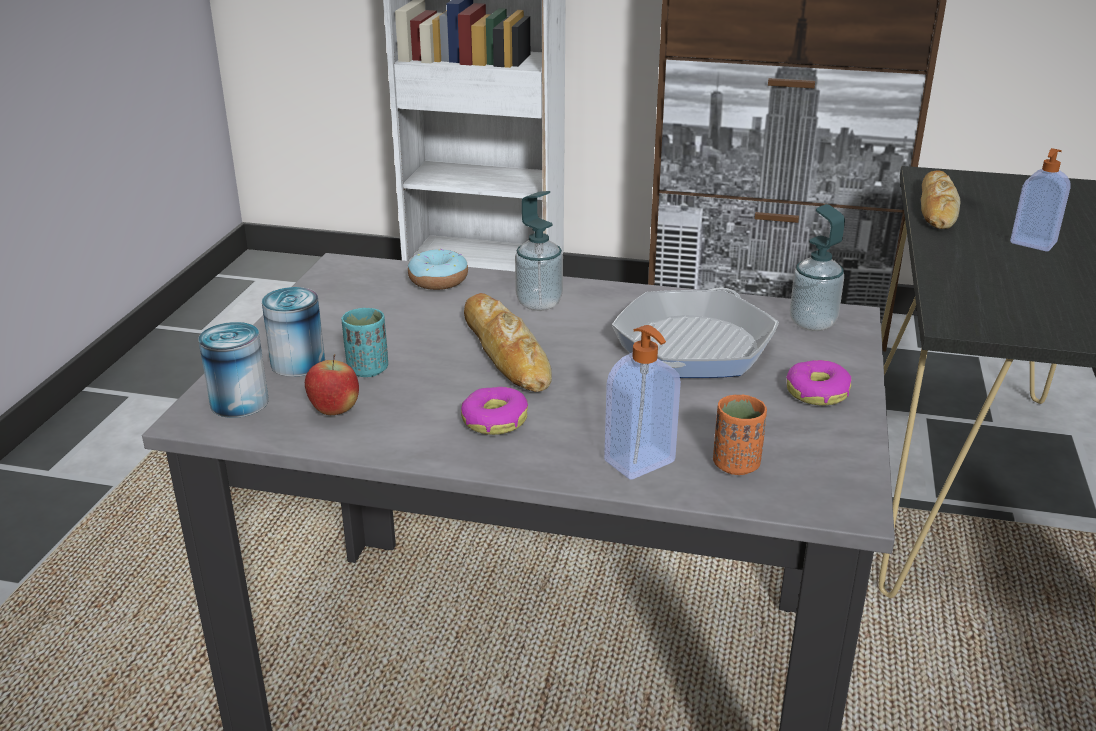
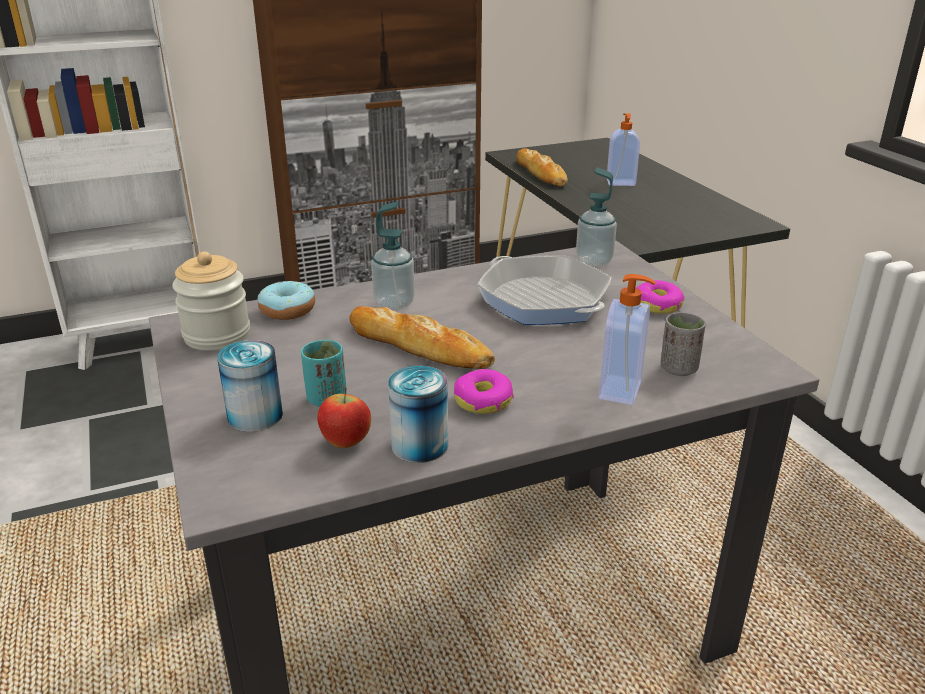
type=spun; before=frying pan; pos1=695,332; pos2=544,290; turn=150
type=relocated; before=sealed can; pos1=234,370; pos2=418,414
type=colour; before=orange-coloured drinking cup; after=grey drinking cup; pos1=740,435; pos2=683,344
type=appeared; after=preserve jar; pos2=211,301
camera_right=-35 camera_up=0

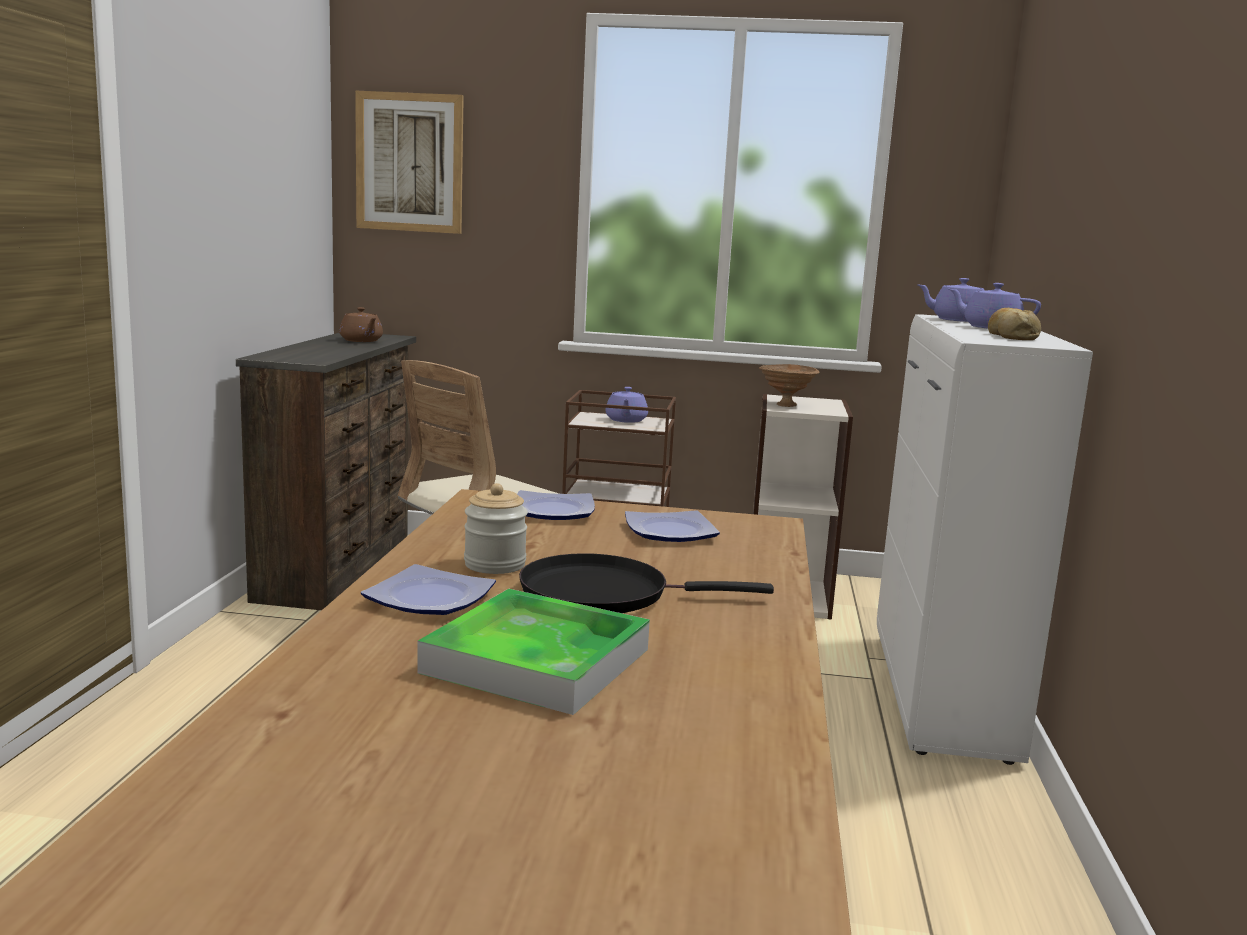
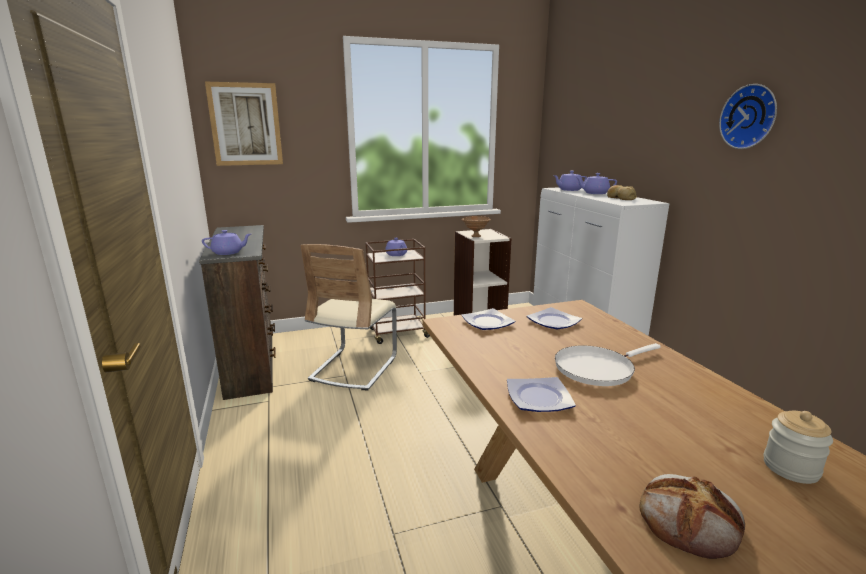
type=missing; before=brown tea pot; pos1=361,324
type=relocated; before=preserve jar; pos1=496,528; pos2=798,447
type=colour; before=black-coloured frying pan; after=whitish frying pan; pos1=646,583; pos2=608,364
type=missing; before=serving tray; pos1=533,652
type=appeared; after=wall clock; pos2=748,116
type=appeared; after=purplish tea pot; pos2=226,242
type=appeared; after=bread; pos2=692,516
camera_right=-25 camera_up=5

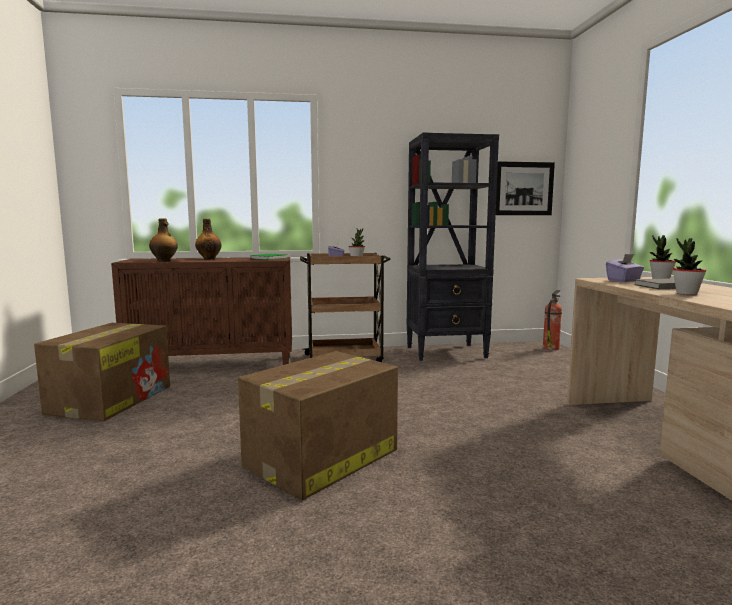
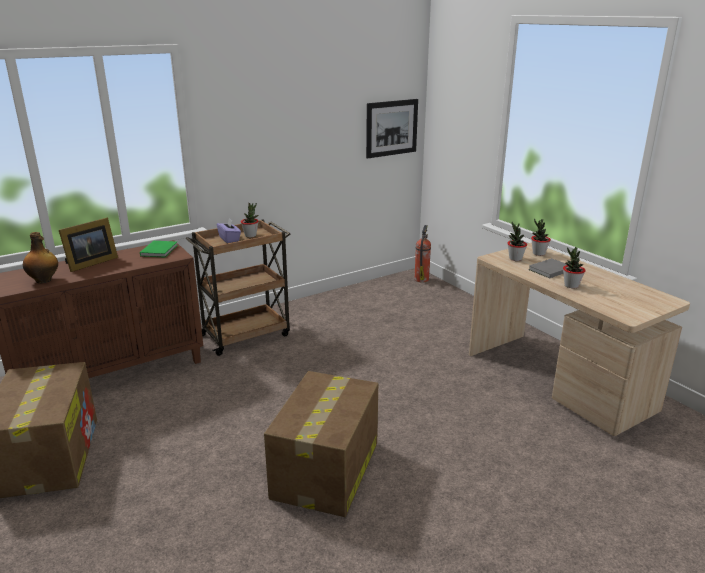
type=missing; before=black-coloured bookcase; pos1=453,246
type=exchanged; before=bottle; after=standing frame; pos1=208,239; pos2=88,245
type=exchanged; before=purplish tissue box; after=houseplant; pos1=625,268; pos2=517,241
camera_right=-25 camera_up=15

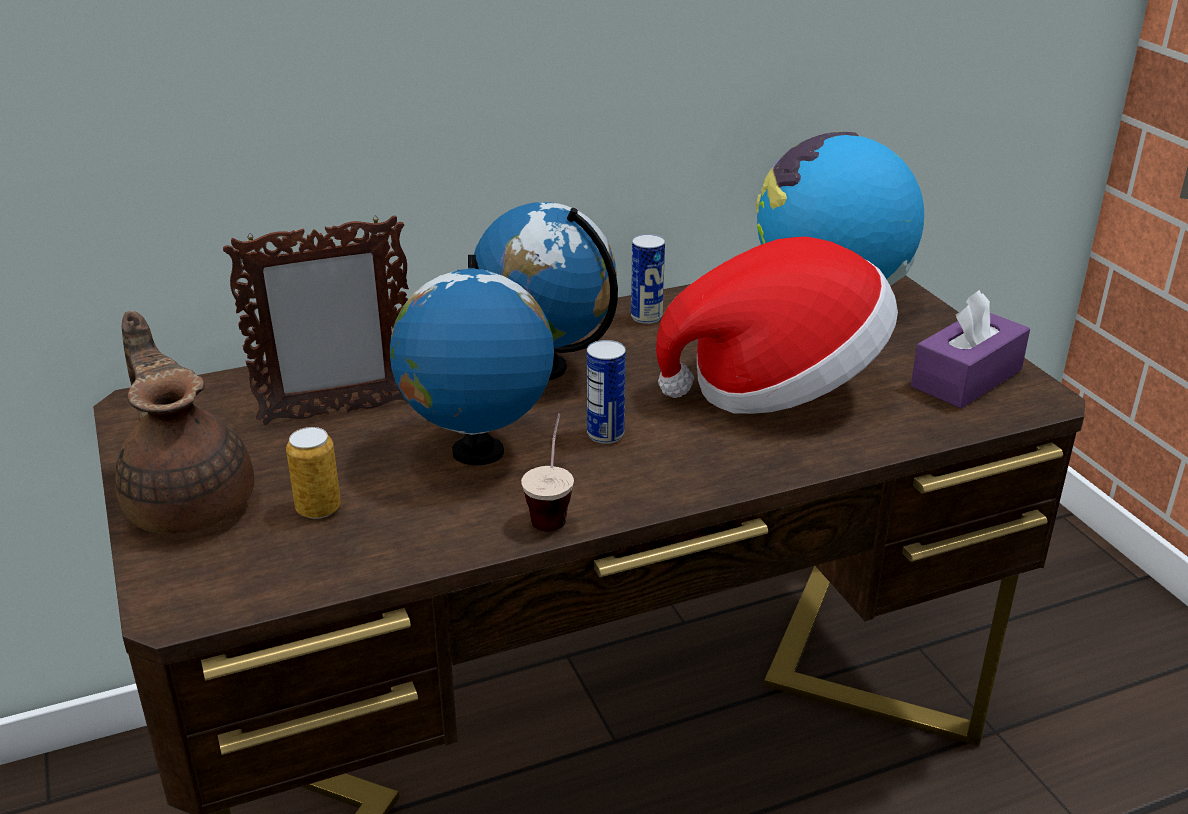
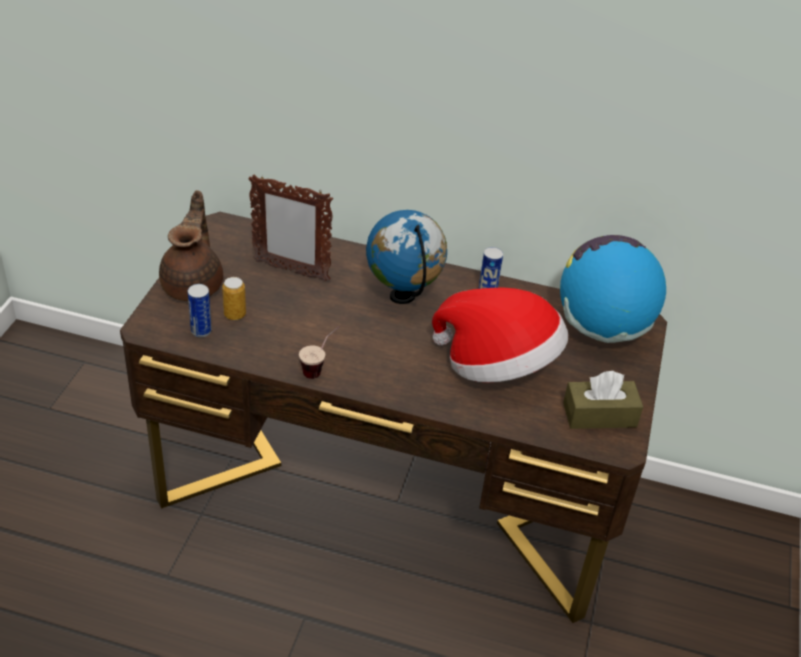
type=missing; before=globe; pos1=471,360
type=colour; before=purplish tissue box; after=brown tissue box; pos1=970,349; pos2=603,400
type=relocated; before=sealed can; pos1=606,392; pos2=200,310
camera_right=35 camera_up=10

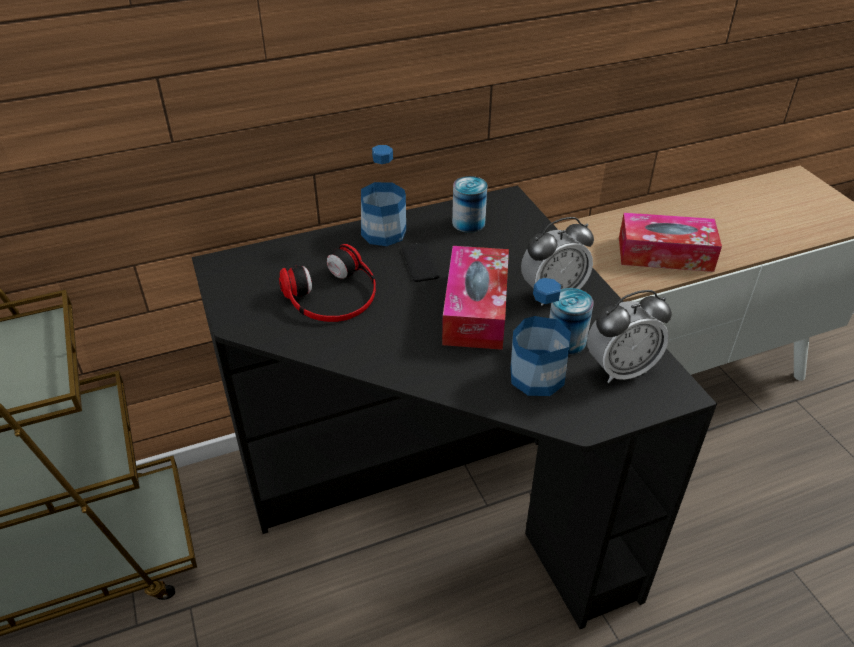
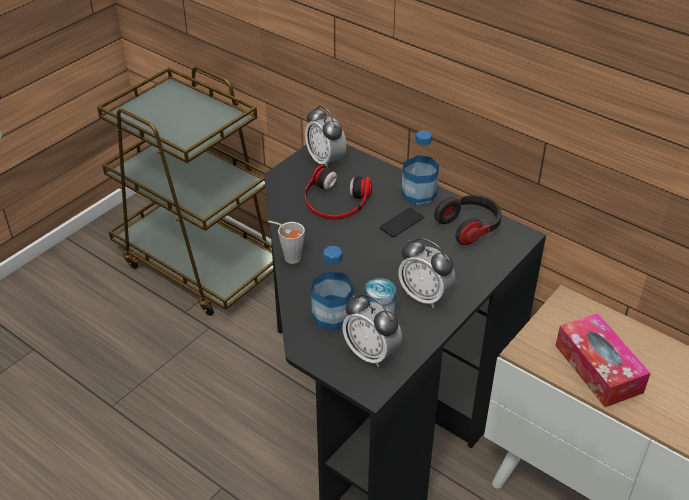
type=exchanged; before=sealed can; after=headset; pos1=469,204; pos2=468,220
type=missing; before=tissue box; pos1=475,298
type=appeared; after=alarm clock; pos2=325,137
type=appeared; after=grey drinking cup; pos2=286,242
camera_right=60 camera_up=0

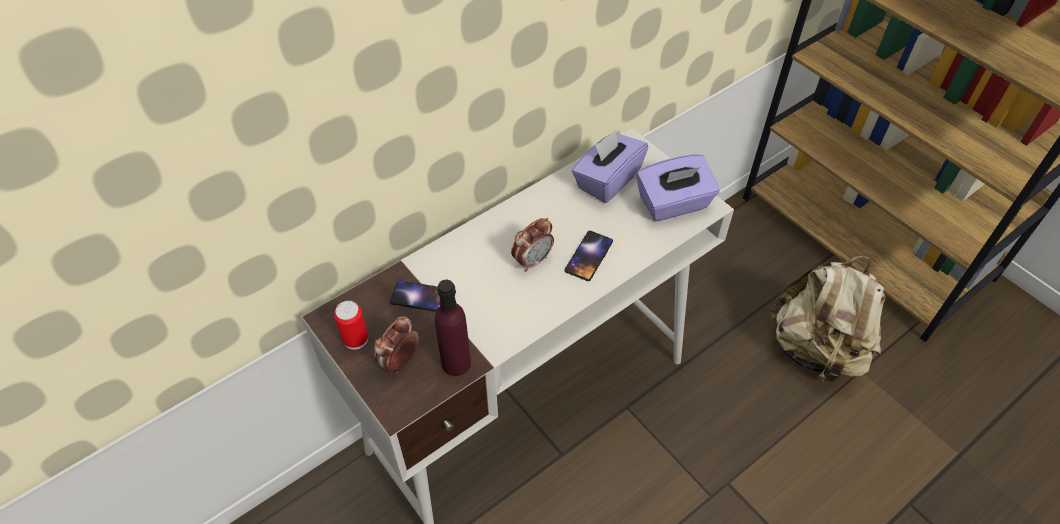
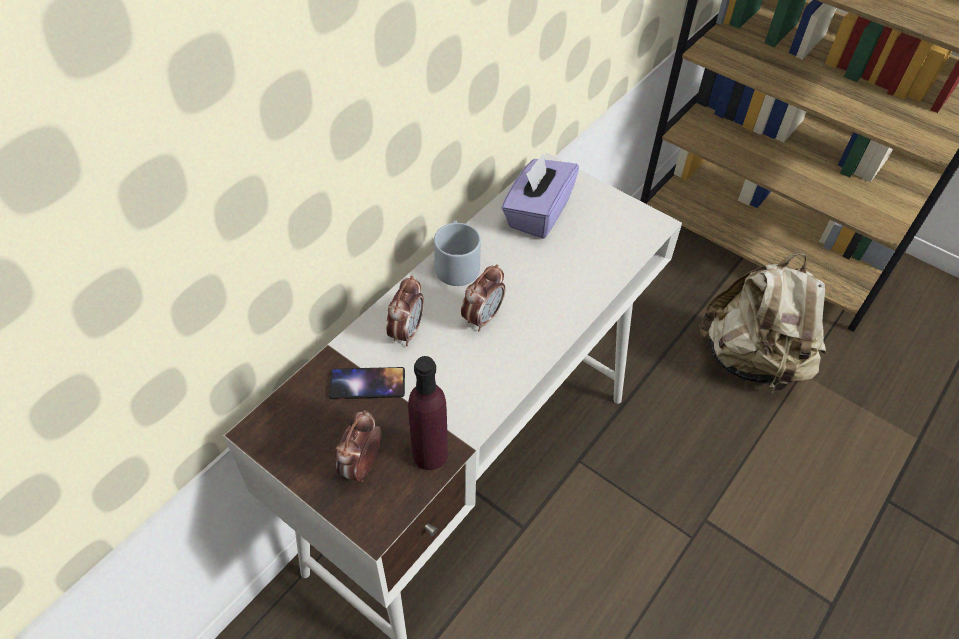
type=missing; before=purplish tissue box; pos1=678,187
type=missing; before=phone; pos1=588,256
type=missing; before=sealed can; pos1=351,325
type=appeared; after=grey tea mug; pos2=457,253
type=appeared; after=alarm clock; pos2=405,311
camera_right=-15 camera_up=0

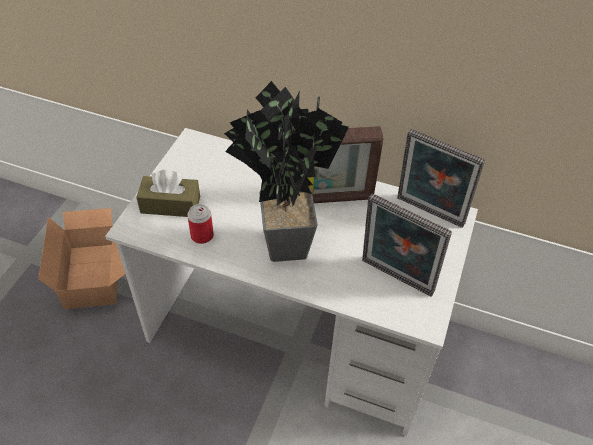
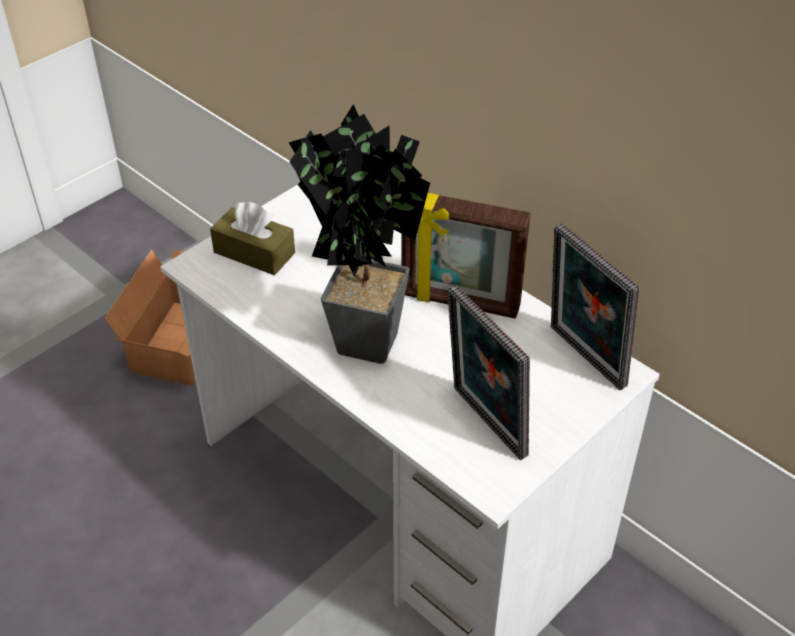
type=missing; before=sealed can; pos1=200,224
camera_right=25 camera_up=-5

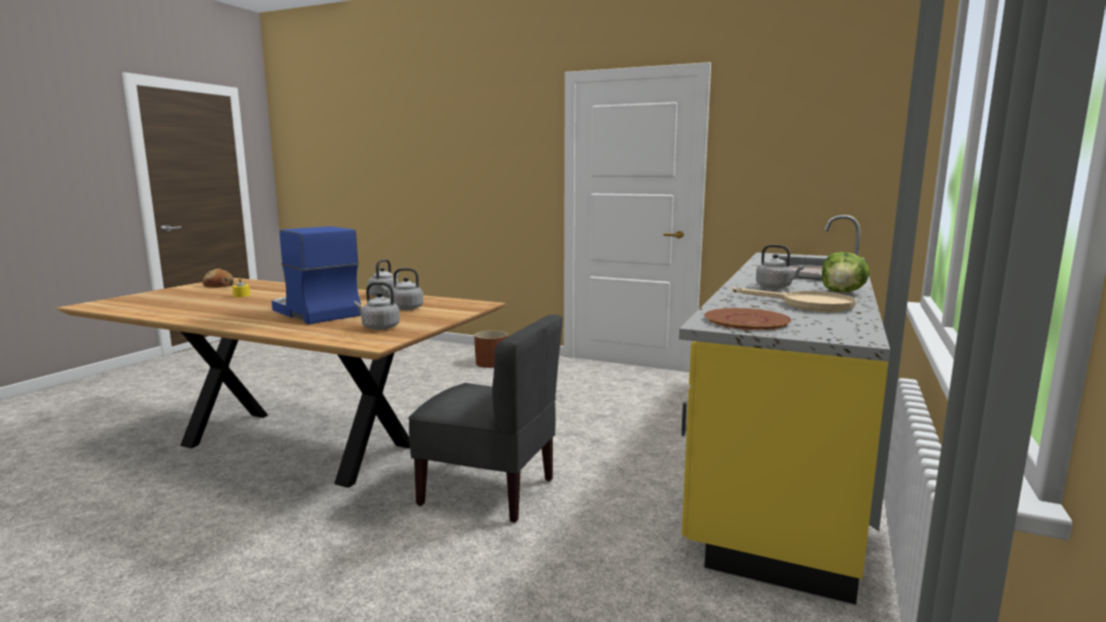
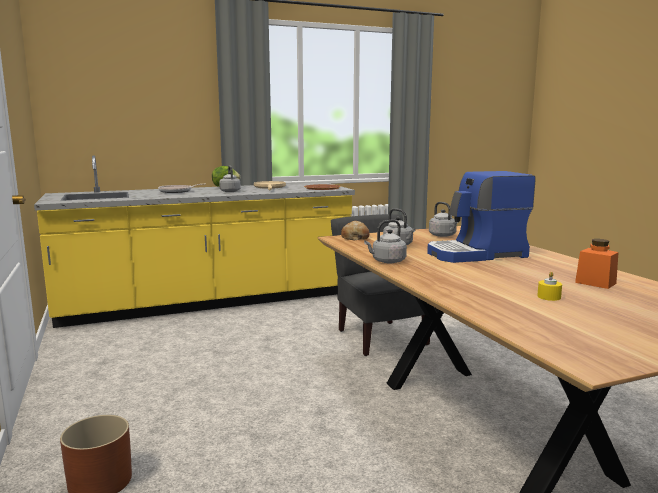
type=spun; before=coffee machine; pos1=316,275; pos2=481,217; turn=75
type=relocated; before=bread; pos1=218,278; pos2=355,230
type=appeared; after=orange-coloured preserve jar; pos2=596,264
camera_right=-135 camera_up=0

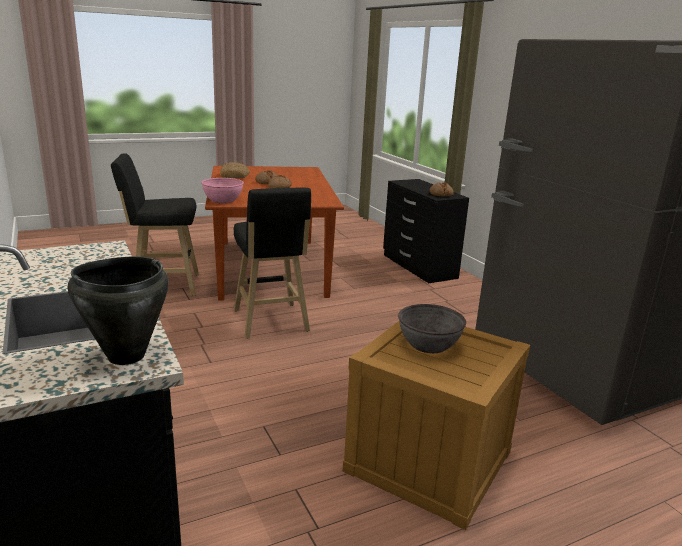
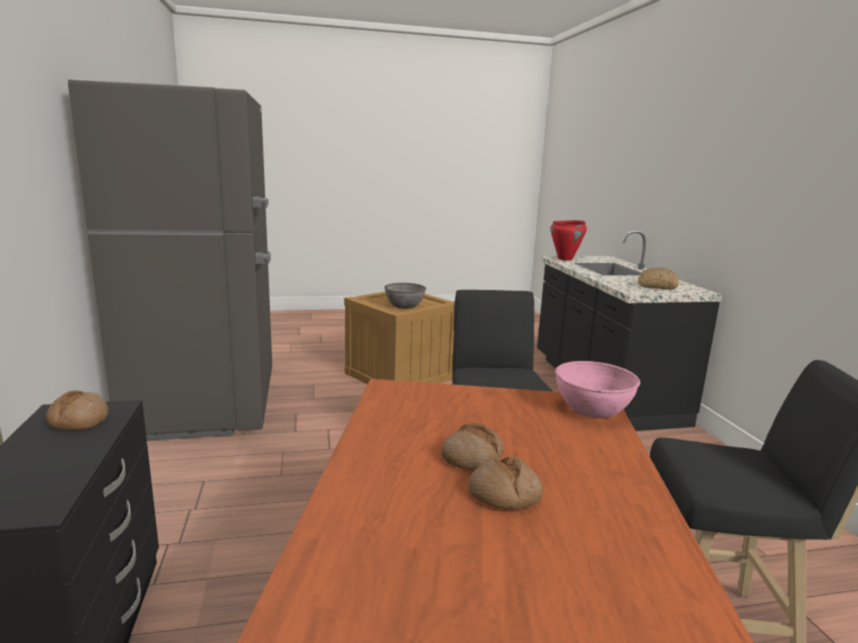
type=relocated; before=bread; pos1=235,170; pos2=658,278
type=colour; before=black-coloured cooking pot; after=red-coloured cooking pot; pos1=118,311; pos2=568,240
camera_right=-165 camera_up=-5

